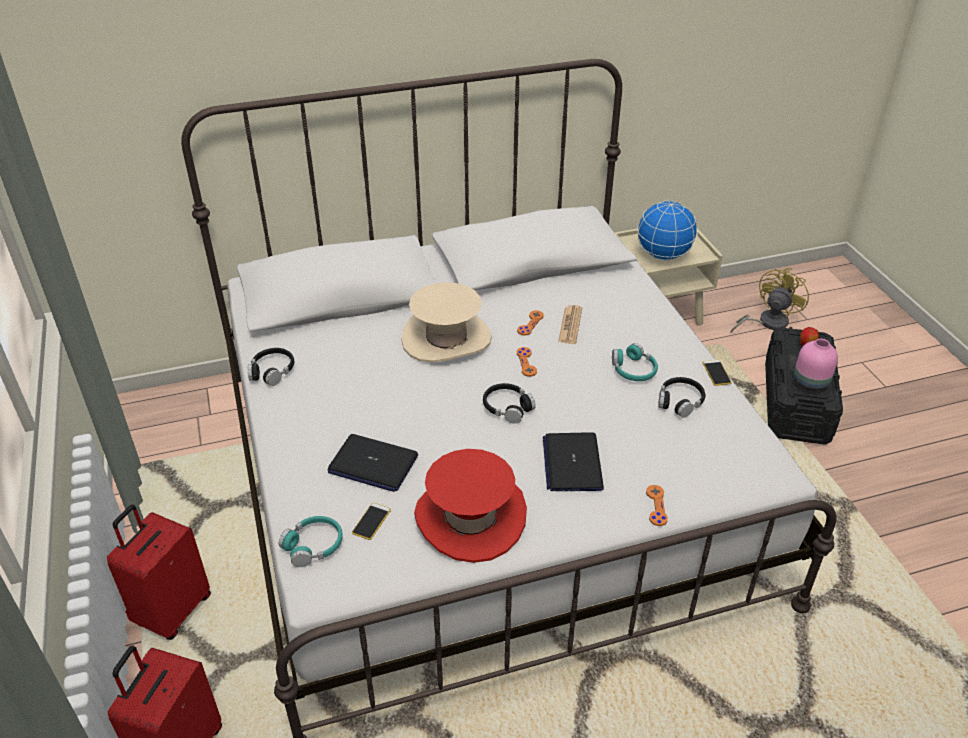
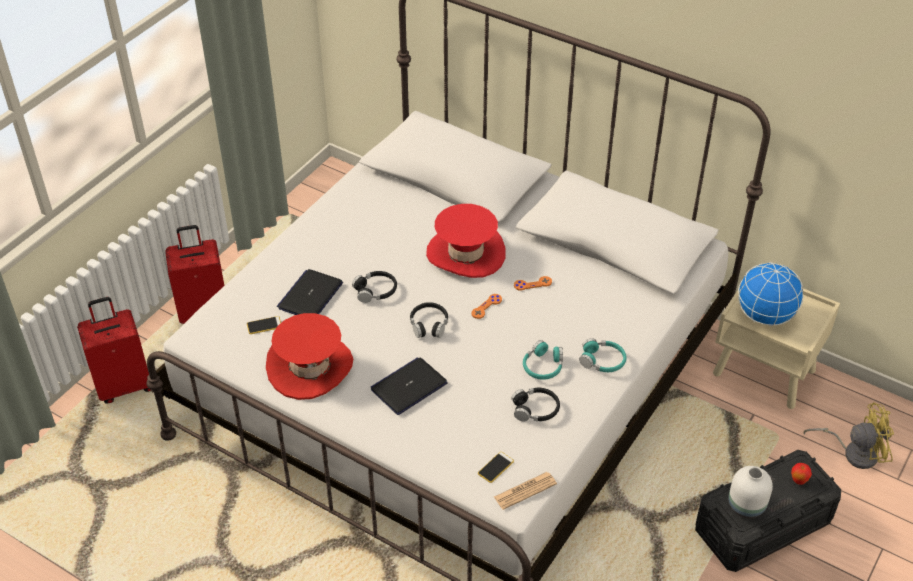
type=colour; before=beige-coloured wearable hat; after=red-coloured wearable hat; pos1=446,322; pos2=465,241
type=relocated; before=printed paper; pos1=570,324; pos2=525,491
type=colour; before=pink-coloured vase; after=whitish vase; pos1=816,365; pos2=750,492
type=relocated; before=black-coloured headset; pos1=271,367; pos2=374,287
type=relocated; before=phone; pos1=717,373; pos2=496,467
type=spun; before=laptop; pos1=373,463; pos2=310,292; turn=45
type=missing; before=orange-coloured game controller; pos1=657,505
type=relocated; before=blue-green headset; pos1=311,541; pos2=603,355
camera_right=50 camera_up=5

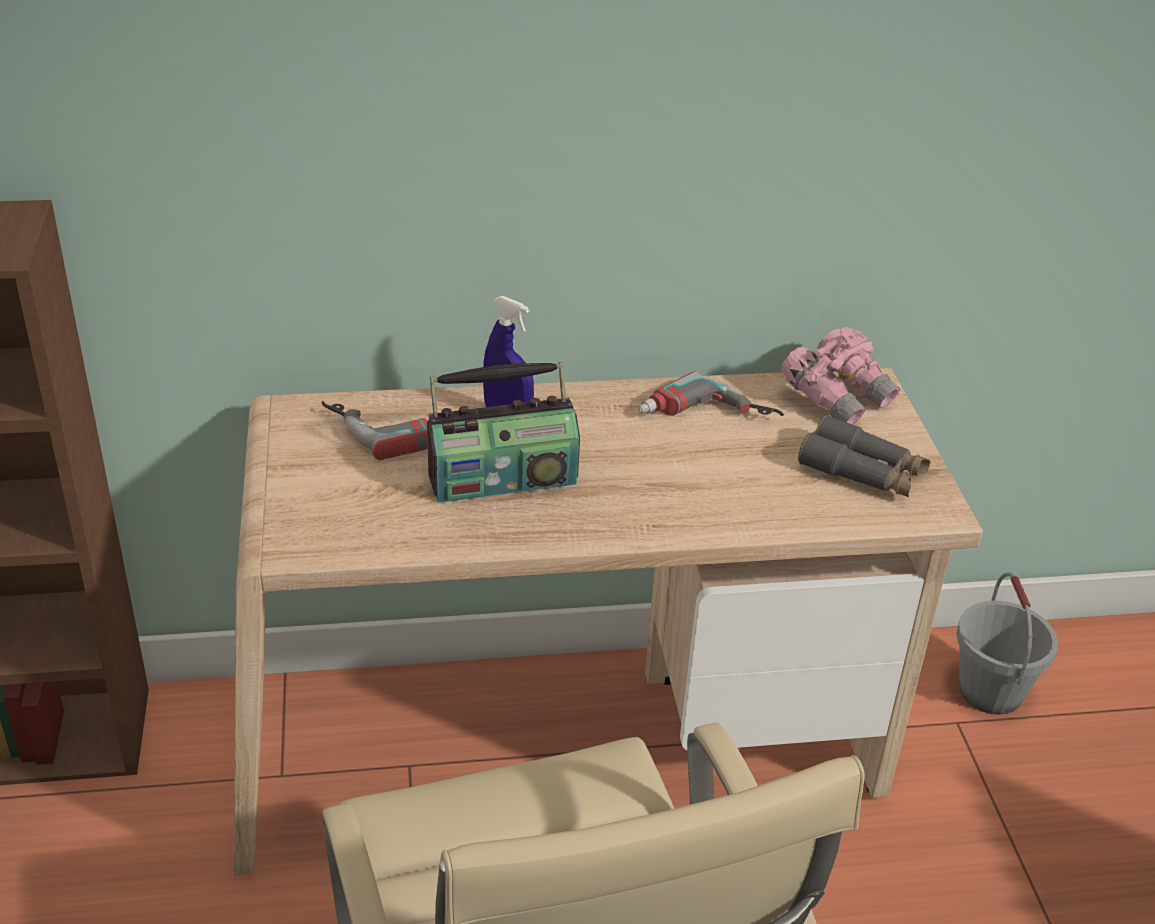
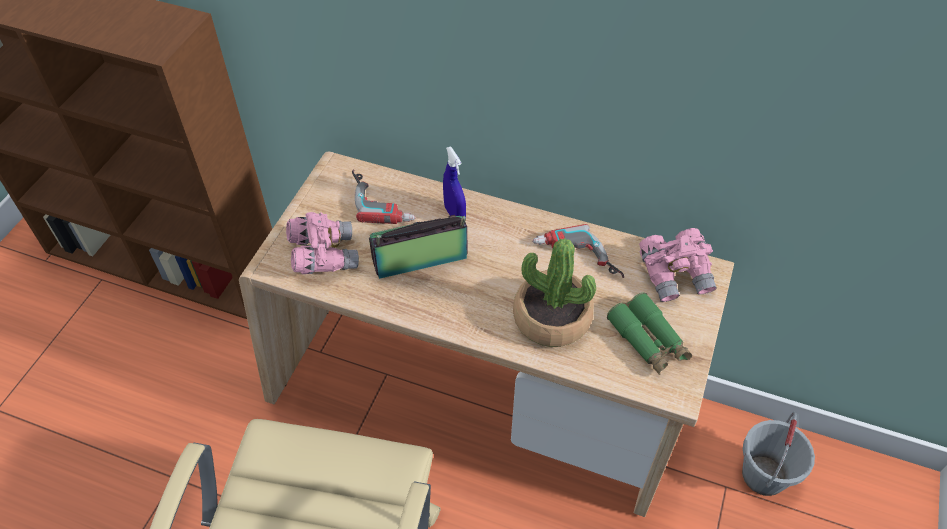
type=spun; before=radio; pos1=503,432; pos2=418,247; turn=150
type=colour; before=grey binoculars; after=green binoculars; pos1=864,456; pos2=649,334
type=appeared; after=pink-coloured binoculars; pos2=322,243
type=appeared; after=houseplant; pos2=554,292
camera_right=30 camera_up=15

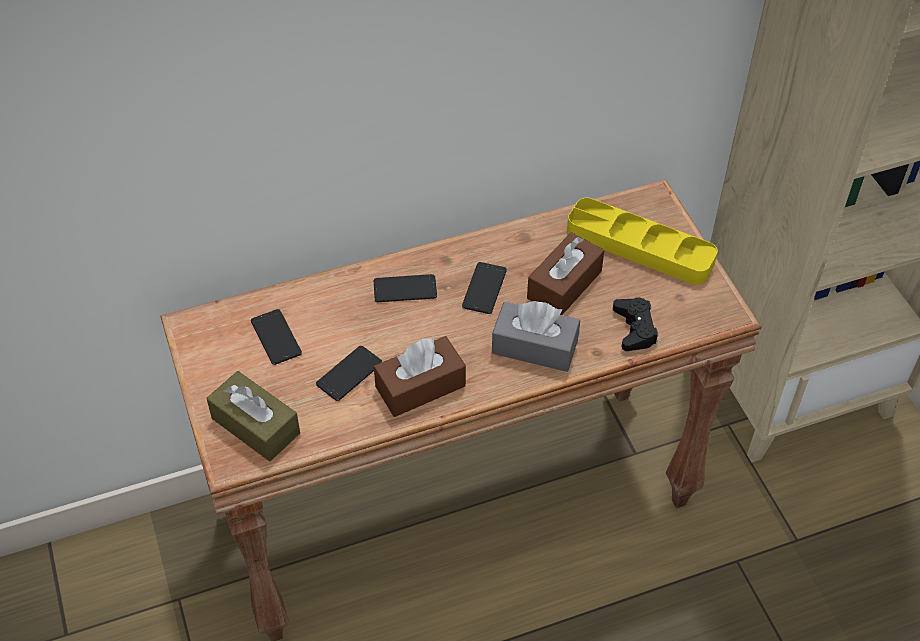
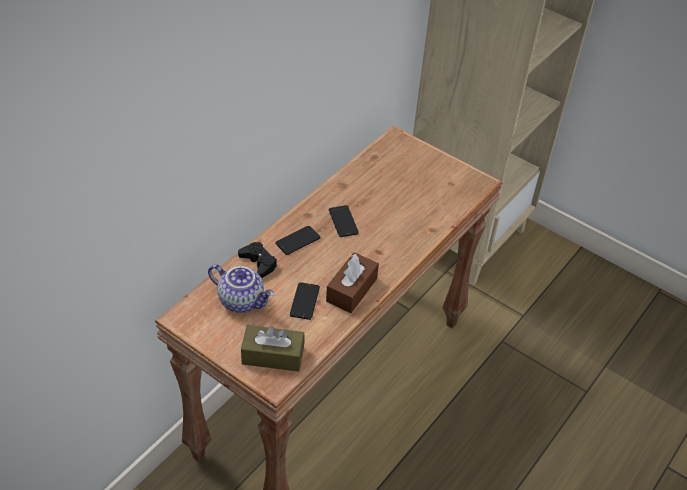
type=missing; before=yellow serving tray; pos1=642,241
type=missing; before=brown tissue box; pos1=565,273
type=relocated; before=black-coloured game controller; pos1=635,324; pos2=257,260
type=missing; before=grey tissue box; pos1=536,336
type=exchanged; before=phone; after=tea pot; pos1=276,337; pos2=241,288
camera_right=-35 camera_up=-5

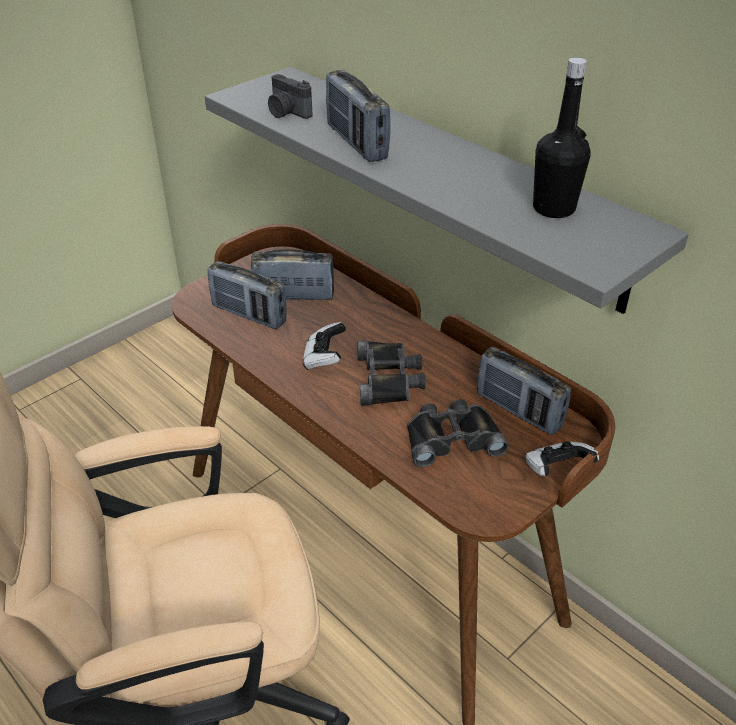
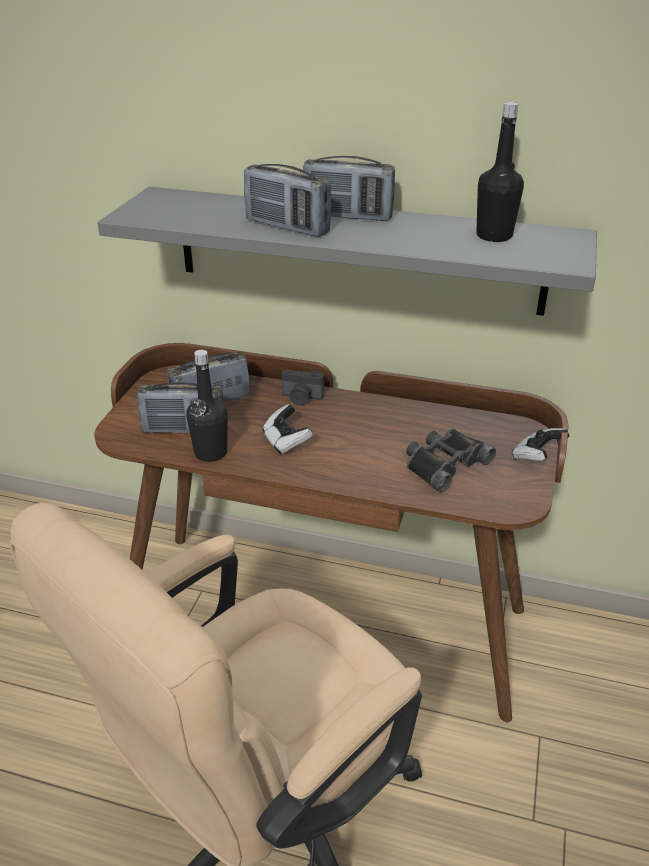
type=relocated; before=still camera; pos1=290,96; pos2=303,387
type=missing; before=black-coloured binoculars; pos1=391,373
type=relocated; before=radio; pos1=524,391; pos2=349,188
type=appeared; after=black-coloured bottle; pos2=207,406
camera_right=-30 camera_up=-5

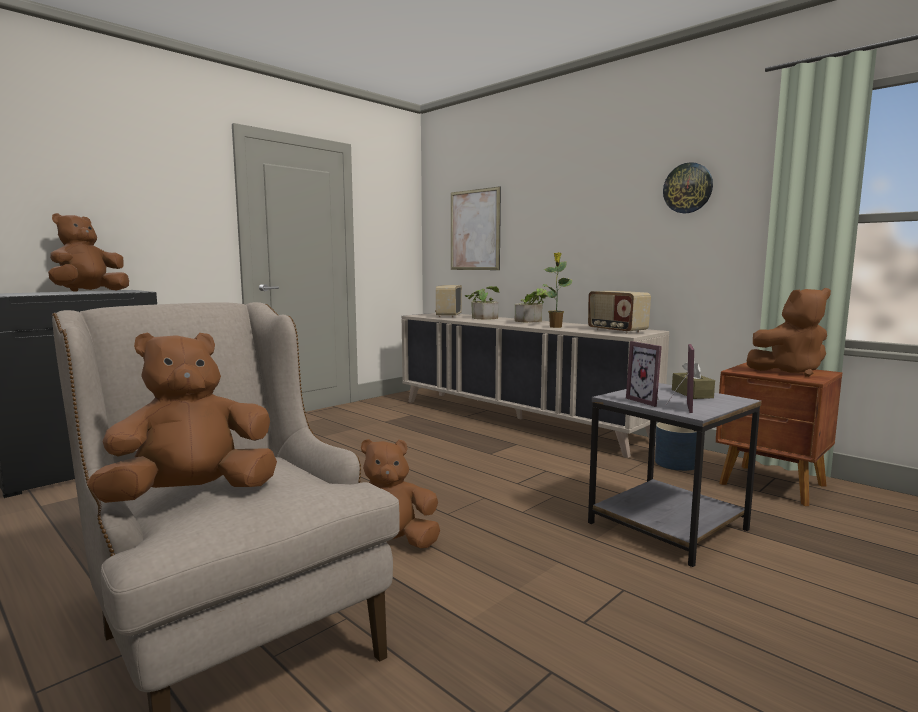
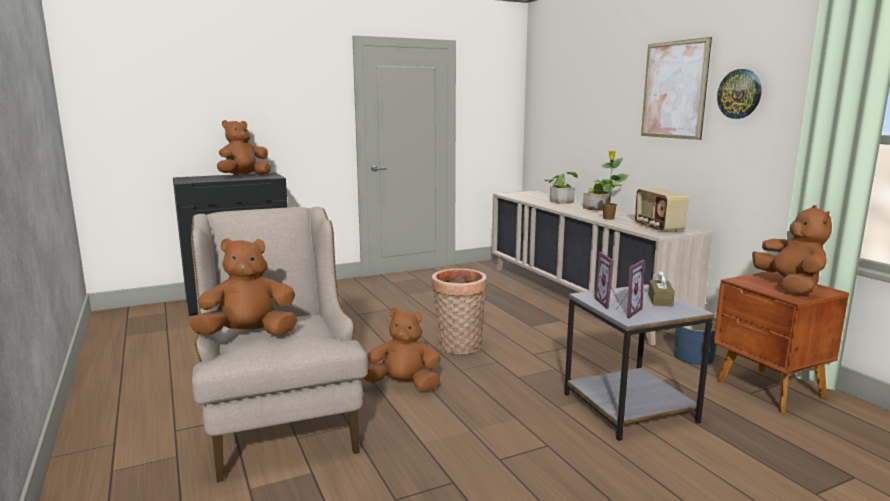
type=relocated; before=wall picture; pos1=476,228; pos2=676,88
type=missing; before=radio; pos1=448,301
type=spun; before=brown plush toy; pos1=789,332; pos2=792,250; turn=-105
type=appeared; after=household basket; pos2=459,311
camera_right=20 camera_up=5

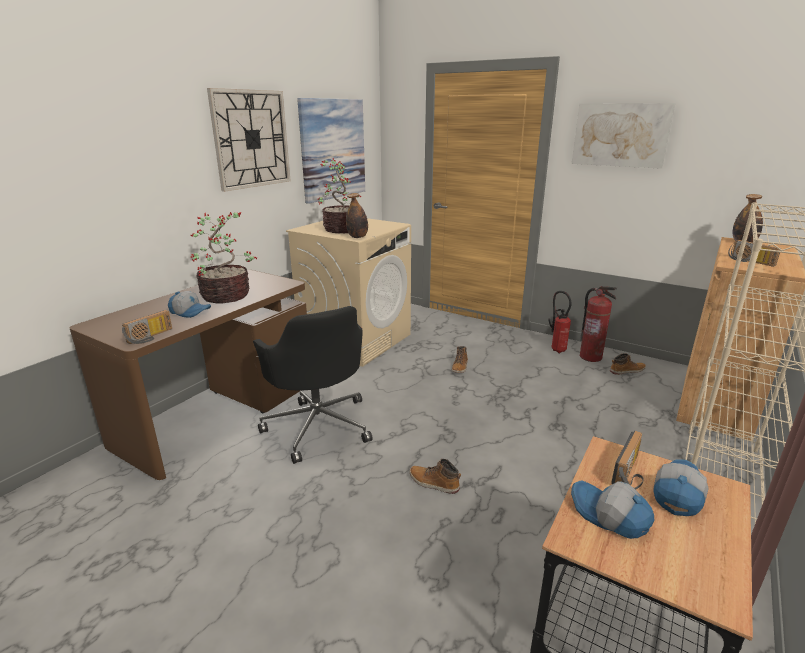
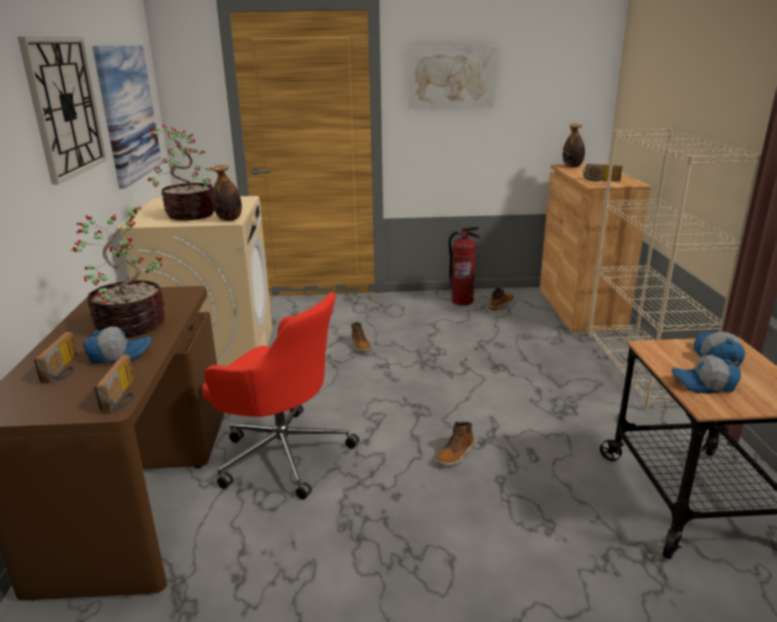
type=missing; before=fire extinguisher; pos1=560,322
type=colour; before=black-coloured desk chair; after=red-coloured desk chair; pos1=313,385; pos2=280,396
type=relocated; before=radio; pos1=627,460; pos2=56,357
type=spun; before=high-top boot; pos1=435,476; pos2=455,444; turn=-45
camera_right=-35 camera_up=0

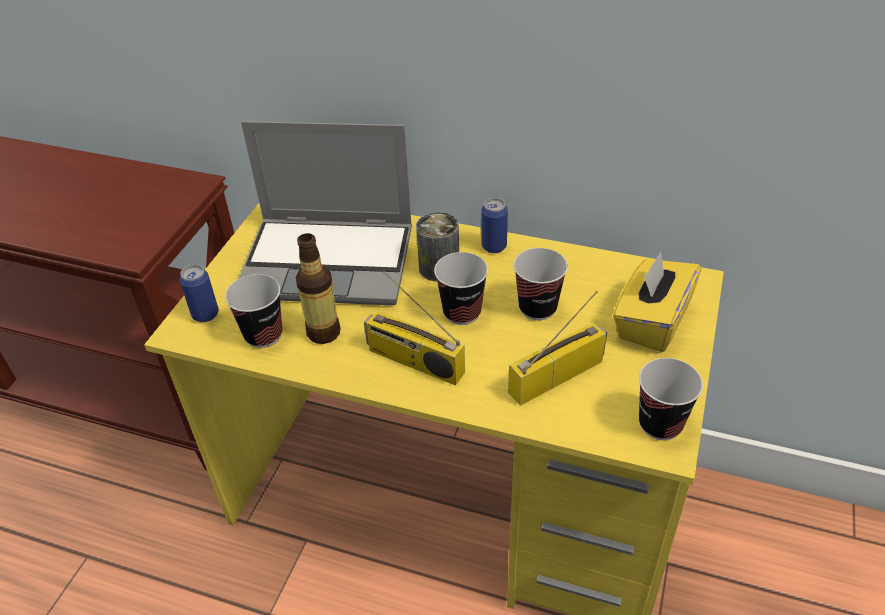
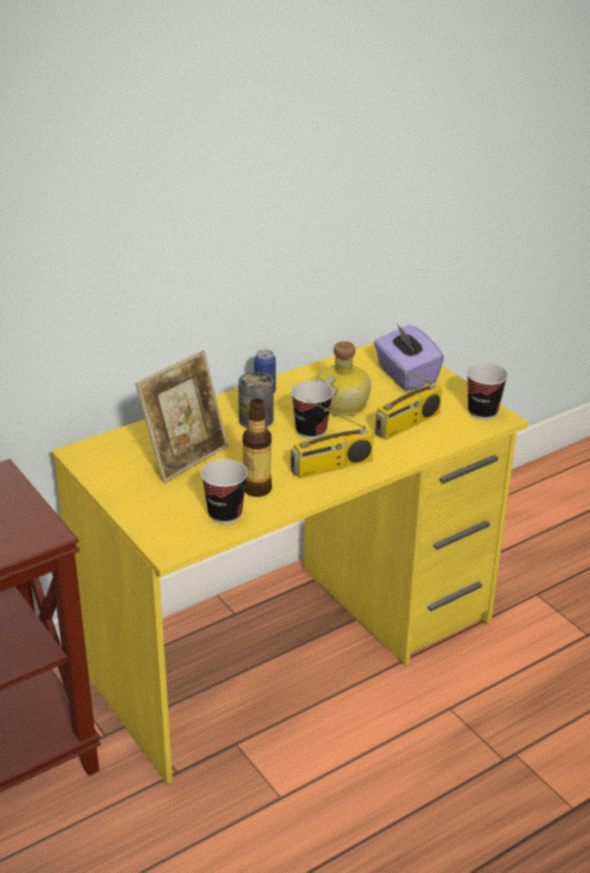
type=exchanged; before=laptop; after=standing frame; pos1=325,213; pos2=181,417
type=exchanged; before=drinking cup; after=bottle; pos1=541,284; pos2=343,378
type=colour; before=yellow tissue box; after=purplish tissue box; pos1=657,302; pos2=409,357
type=missing; before=sealed can; pos1=199,293
type=spun; before=radio; pos1=557,348; pos2=408,401; turn=-135
camera_right=-55 camera_up=-10

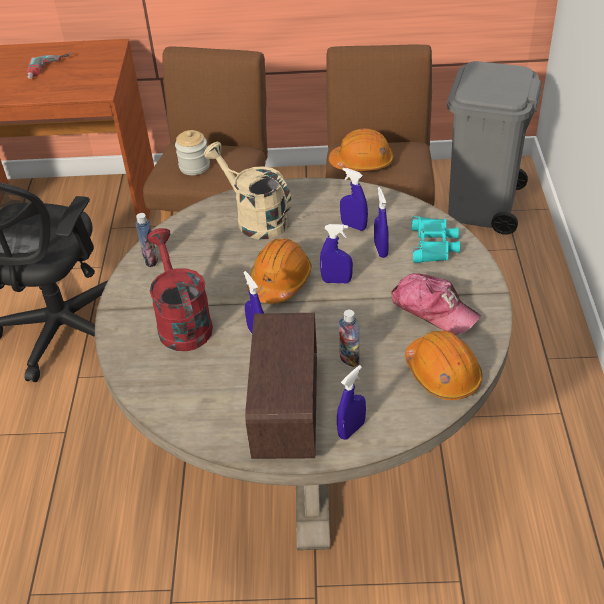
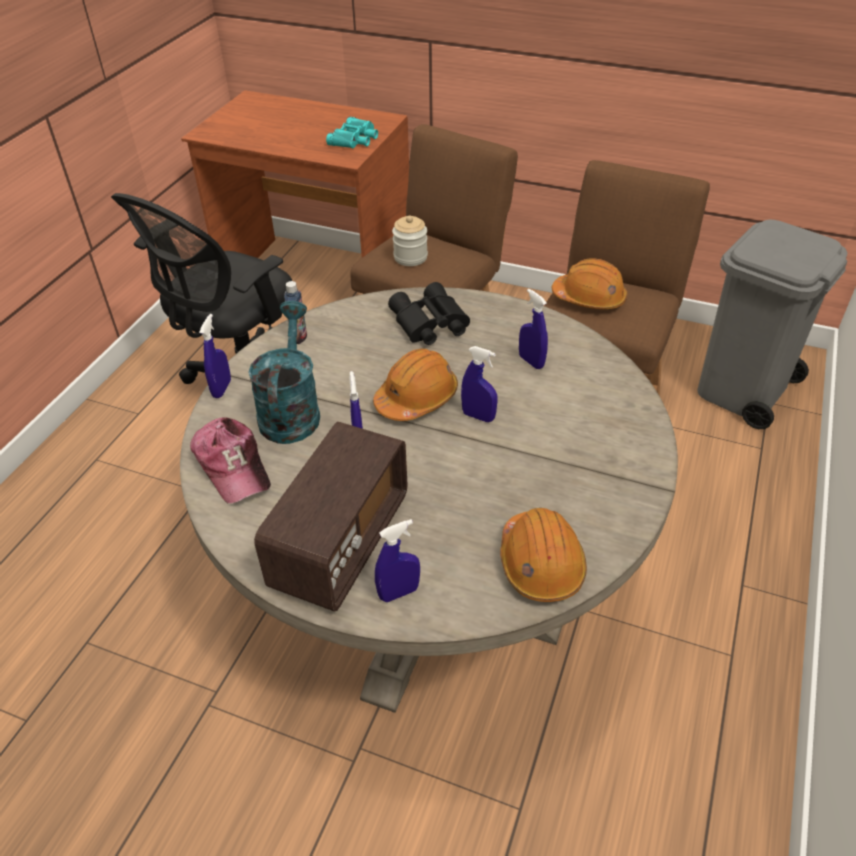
type=missing; before=drill; pos1=50,66
type=exchanged; before=beige-coloured watering can; after=black-coloured binoculars; pos1=247,190; pos2=429,313
type=relocated; before=blue-coloured sprayer; pos1=381,222; pos2=215,356
type=relocated; before=blue-green binoculars; pos1=436,239; pos2=352,132
type=colour; before=red-coloured watering can; after=blue-green watering can; pos1=180,289; pos2=284,372
type=relocated; before=baseball cap; pos1=436,304; pos2=230,460
type=missing; before=bottle; pos1=349,338
camera_right=20 camera_up=0

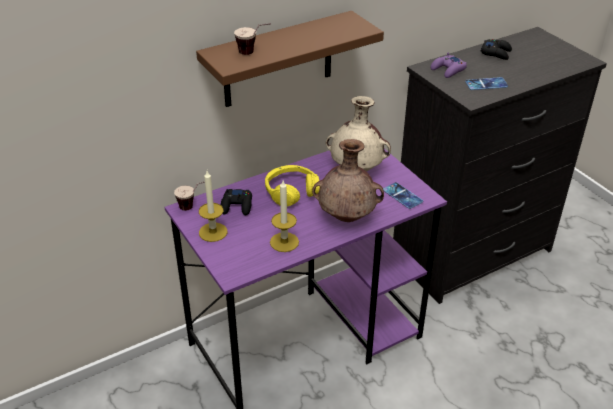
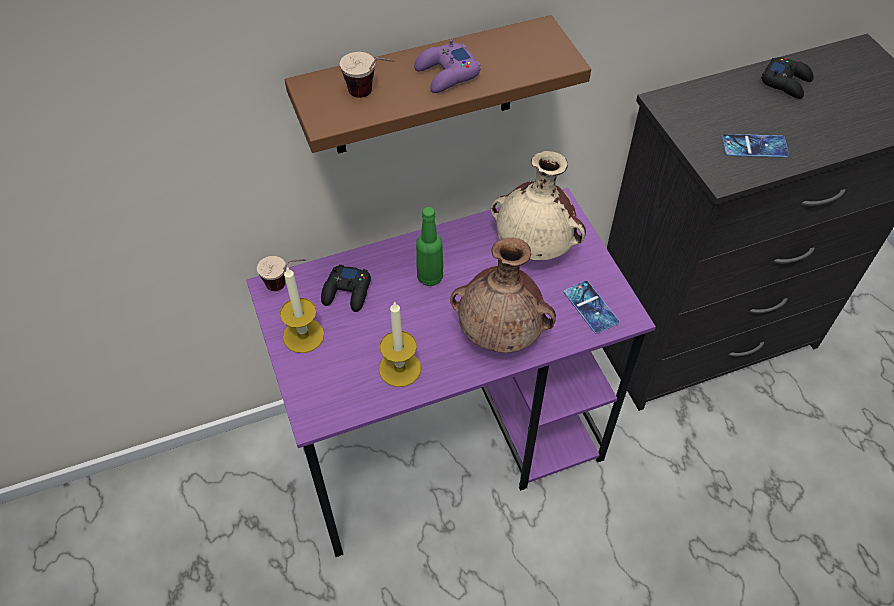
type=relocated; before=purplish game controller; pos1=448,65; pos2=447,66
type=exchanged; before=yellow headset; after=green bottle; pos1=292,185; pos2=429,246
camera_right=10 camera_up=15

